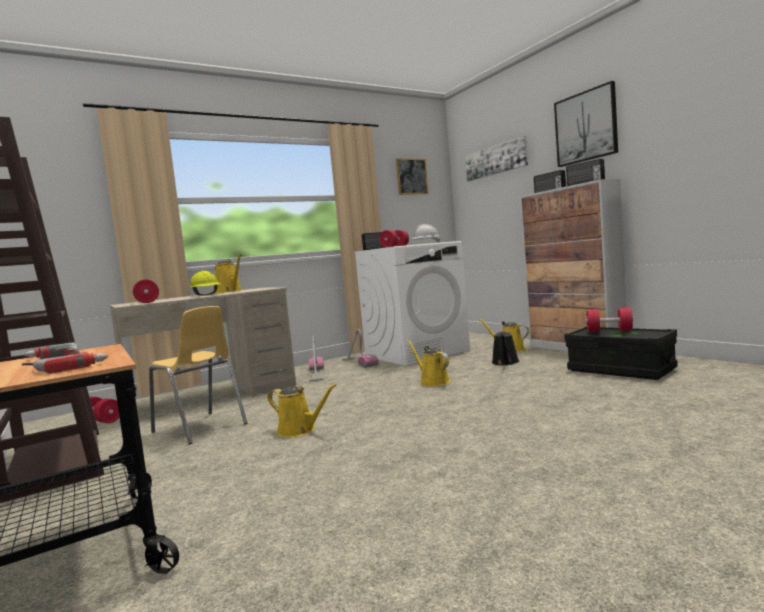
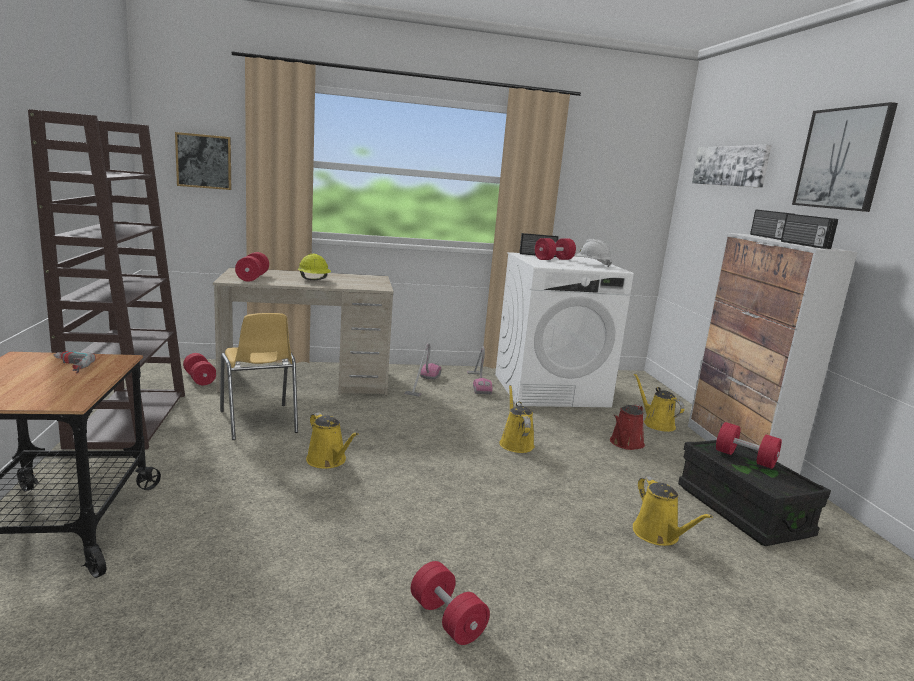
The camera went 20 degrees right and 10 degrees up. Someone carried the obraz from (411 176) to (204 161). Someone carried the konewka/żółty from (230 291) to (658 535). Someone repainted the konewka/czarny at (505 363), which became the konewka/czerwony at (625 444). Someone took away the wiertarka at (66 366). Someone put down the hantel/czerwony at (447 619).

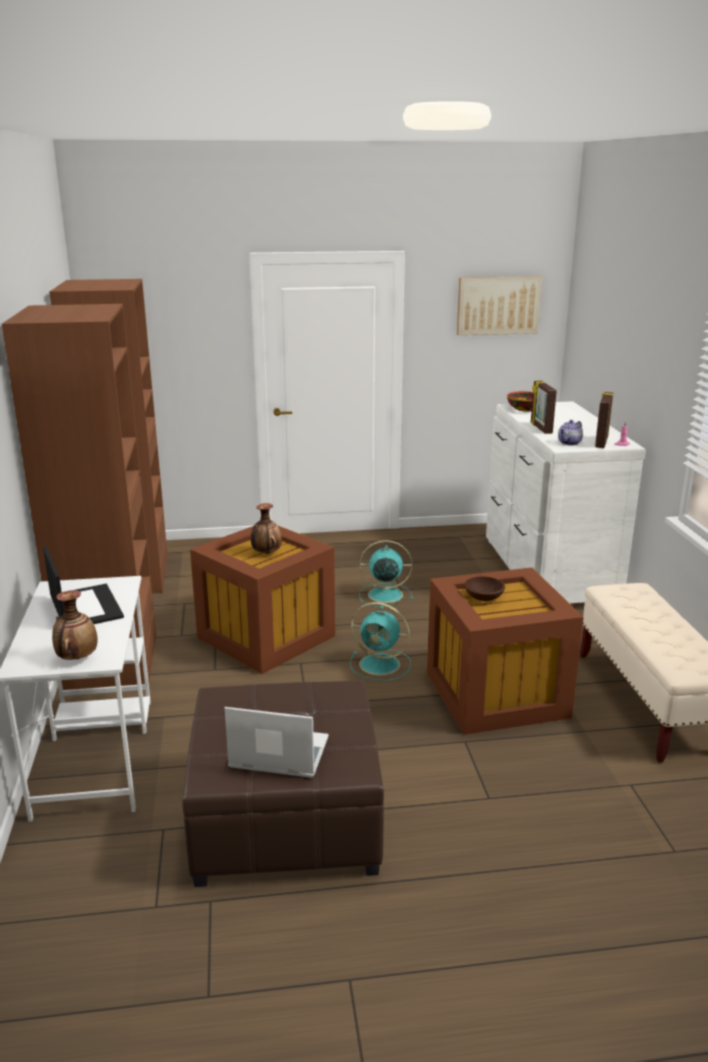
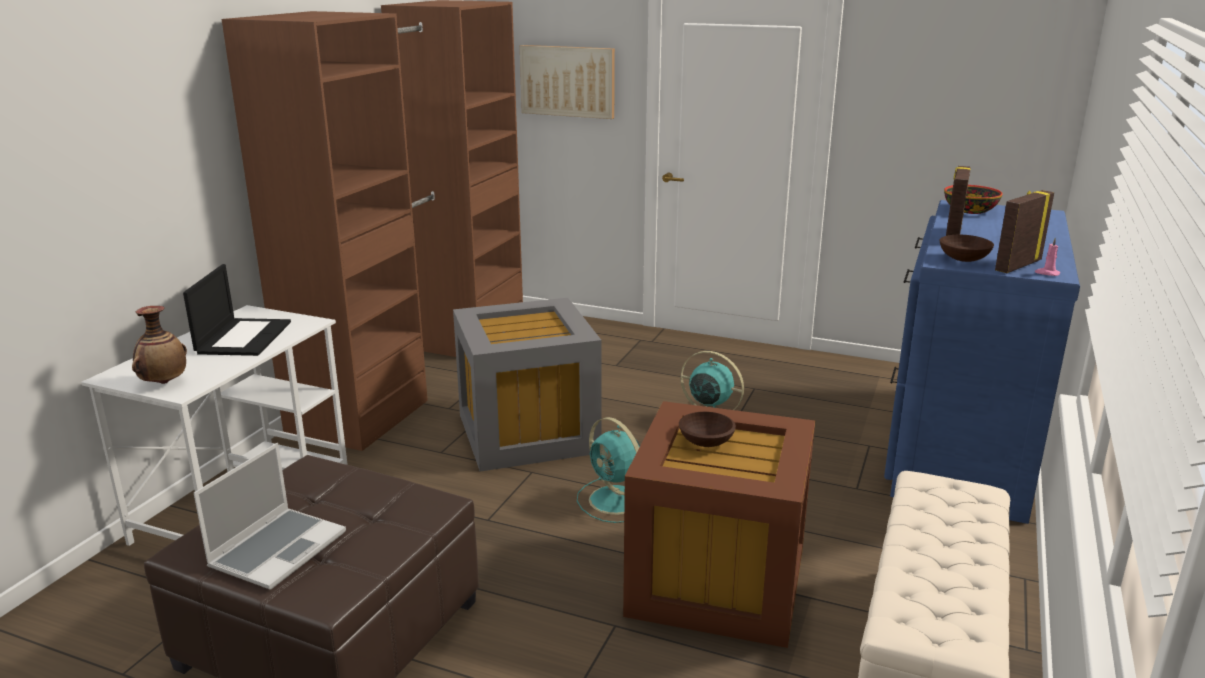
The camera went 30 degrees right and 0 degrees up. Someone carried the obraz from (498 305) to (568 81). Someone repainted the komoda/biały at (547 571), which became the komoda/niebieski at (958 448). Someone swapped the imbryk at (569 443) for the miska/brązowy at (964 259). Someone took away the wazon at (266 553). Someone repainted the pojemnik do przechowywania/brązowy at (268 637), which became the pojemnik do przechowywania/szary at (530 434). Someone rotated the laptop at (277 754) by 75 degrees clockwise.

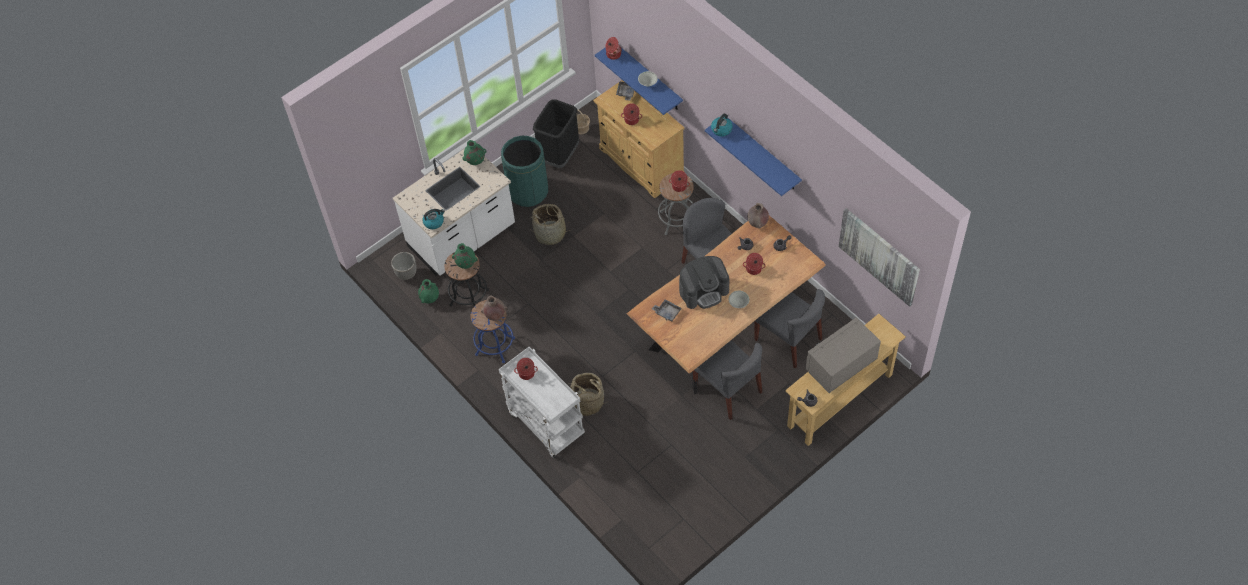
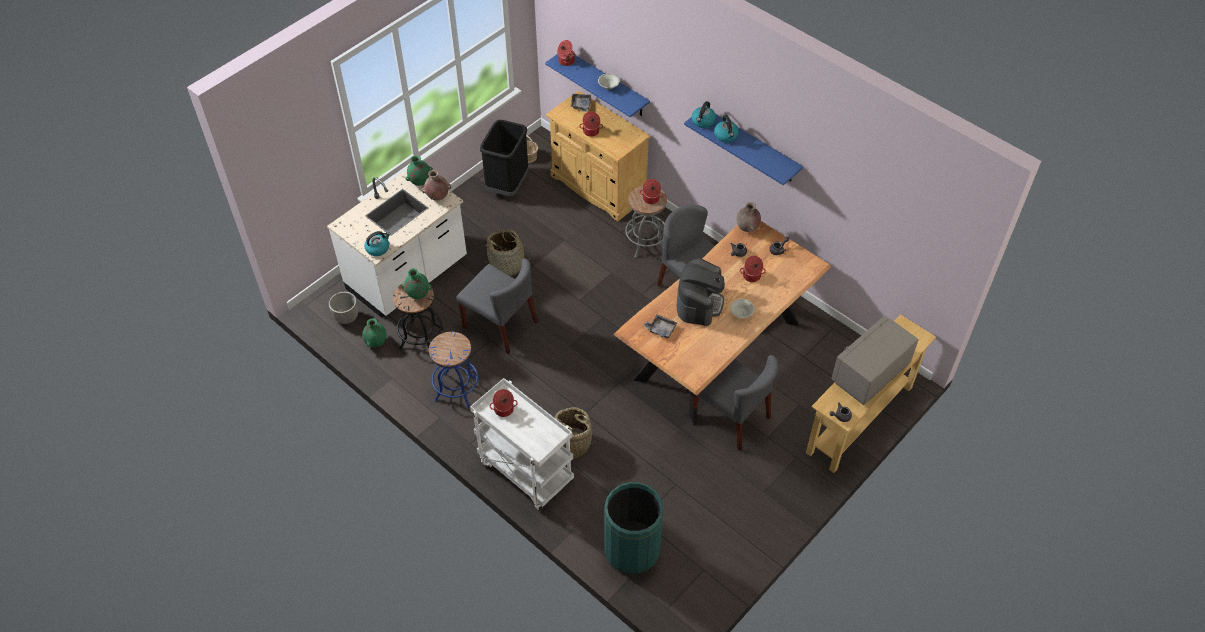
The camera went 10 degrees left and 5 degrees down. Someone carried the kosz na śmieci/zielony from (528 191) to (632 550). Someone took away the obraz at (879 256). Someone rotated the ekspres do kawy at (704 290) by 45 degrees counterclockwise. Someone carried the krzesło/szary from (788 339) to (501 325). Someone carried the wazon/brązowy from (495 316) to (437 197). Someone put down the czajnik at (726 136).

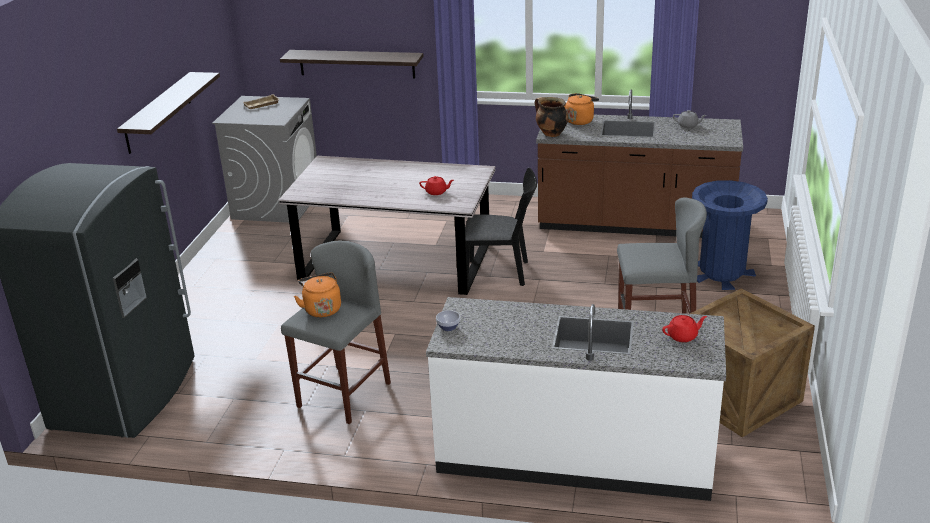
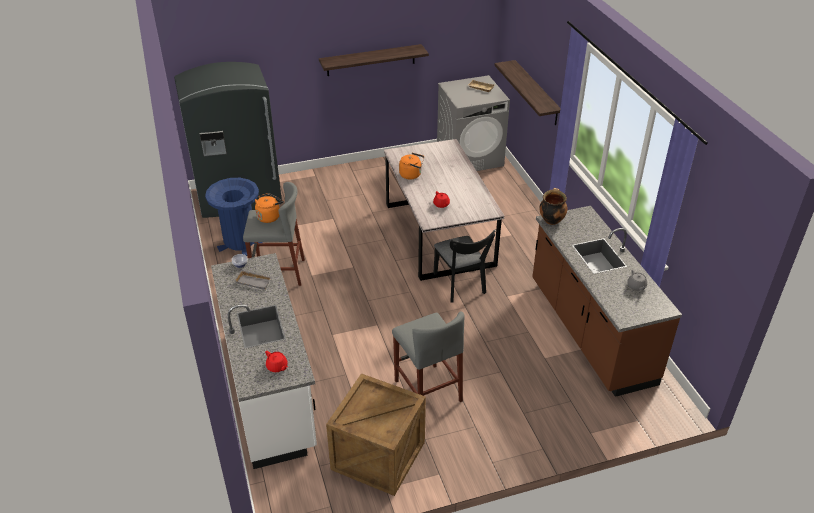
The camera went 60 degrees right and 10 degrees up. Someone carried the czajnik/pomarańczowy from (580 120) to (412 175). Someone carried the kosz na śmieci/niebieski from (722 273) to (240 242). Someone put down the taca/szary at (254 281).

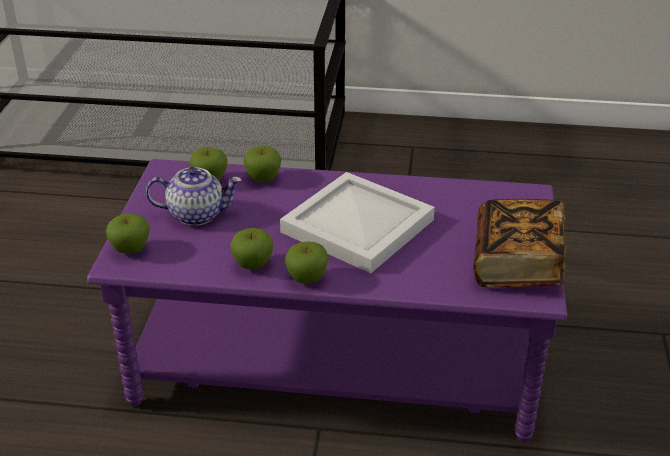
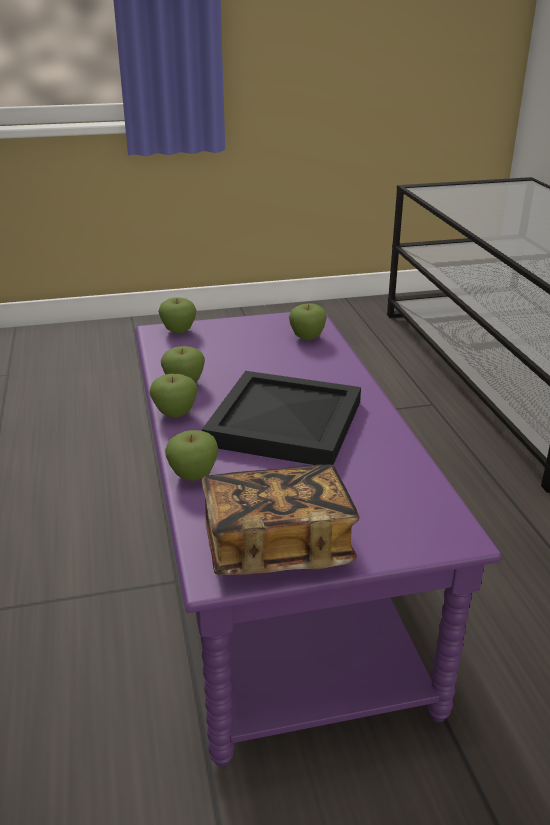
The camera went 70 degrees right and 5 degrees down. Someone carried the jabłko from (263 179) to (193 475). Someone took away the imbryk at (197 214). Someone repainted the taca/biały at (355 226), which became the taca/czarny at (283 421).

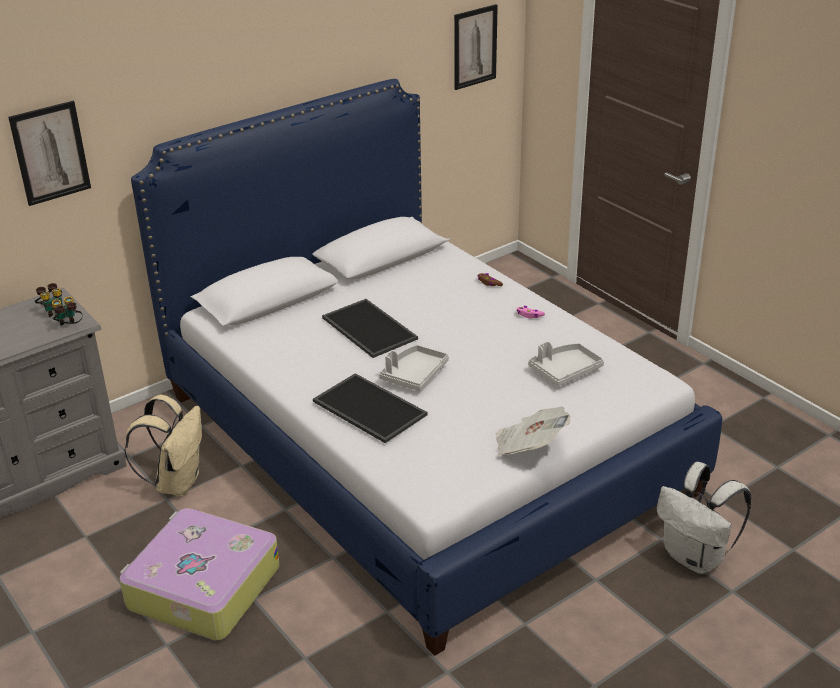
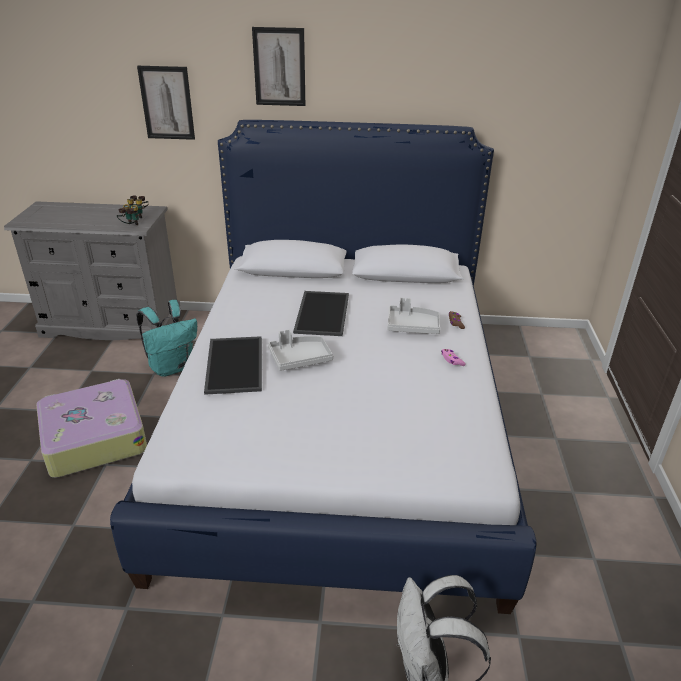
The camera went 40 degrees right and 0 degrees up. Someone carried the obraz from (475 47) to (279 67). Someone carried the taca/szary from (564 371) to (412 326). Someone repainted the plecak/beżowy at (177 482), which became the plecak/turkusowy at (172 367). Someone took away the gazeta at (529 446).

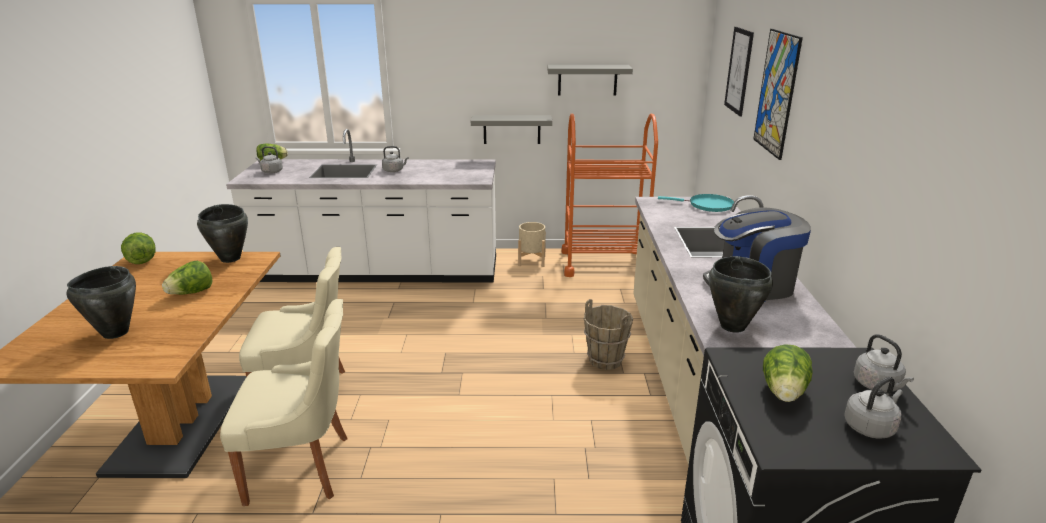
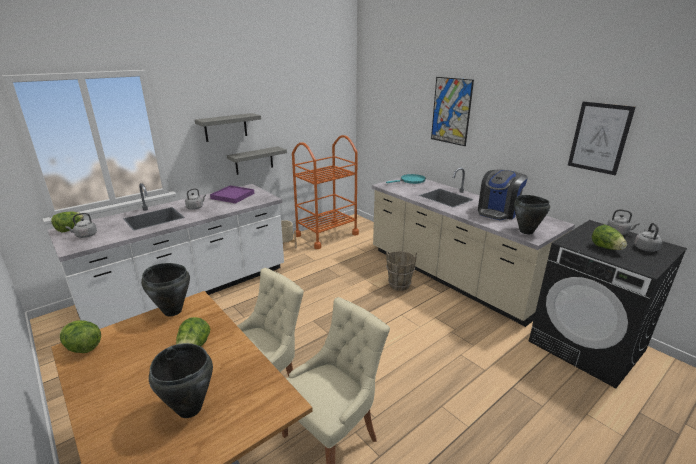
The camera went 40 degrees left and 0 degrees up. Someone carried the obraz from (739 70) to (599 138). Someone carried the półka/szary from (587 80) to (225 127). Someone put down the taca/fioletowy at (232 196).

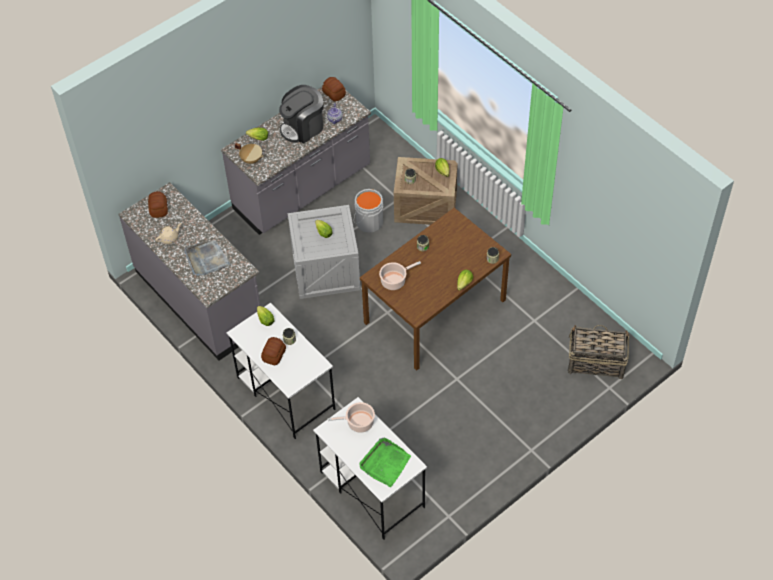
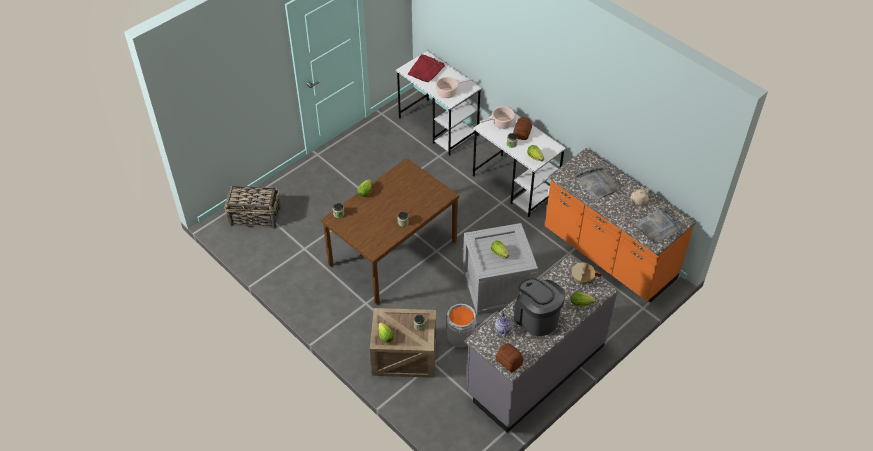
The camera went 175 degrees right and 5 degrees down. Someone rotated the ekspres do kawy at (303 127) by 90 degrees counterclockwise. Someone repainted the zabudowa kuchenna/szary at (200 299), which became the zabudowa kuchenna/pomarańczowy at (608 256). Someone swapped the chleb at (159 208) for the taca/szary at (658 227). Someone carried the garnek from (395 281) to (501 123). Someone repainted the taca/zielony at (385 463), which became the taca/czerwony at (426 70).

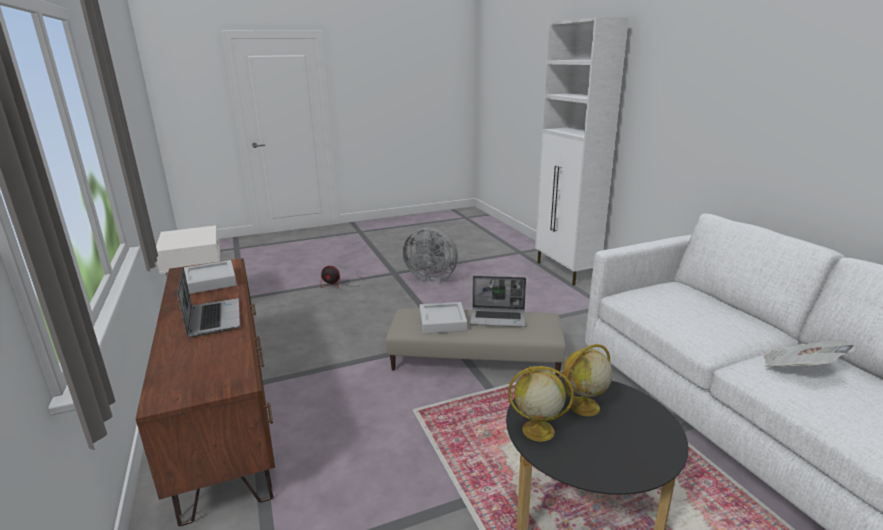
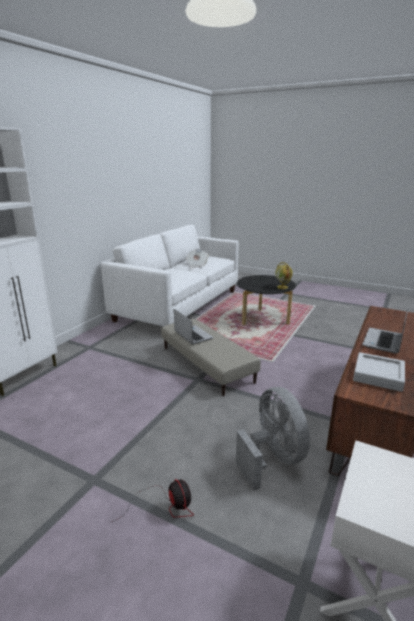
The camera went 130 degrees left and 0 degrees up. Someone carried the wentylator/szary from (431 277) to (272 458). Someone took away the taca/szary at (442 322). Someone took away the globus at (584 407).

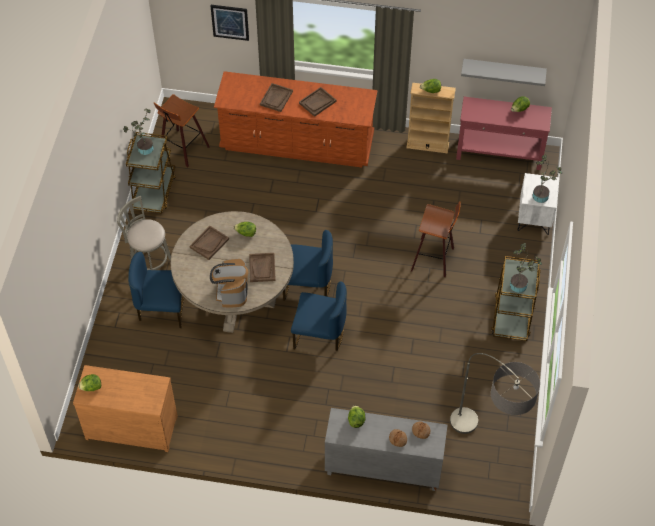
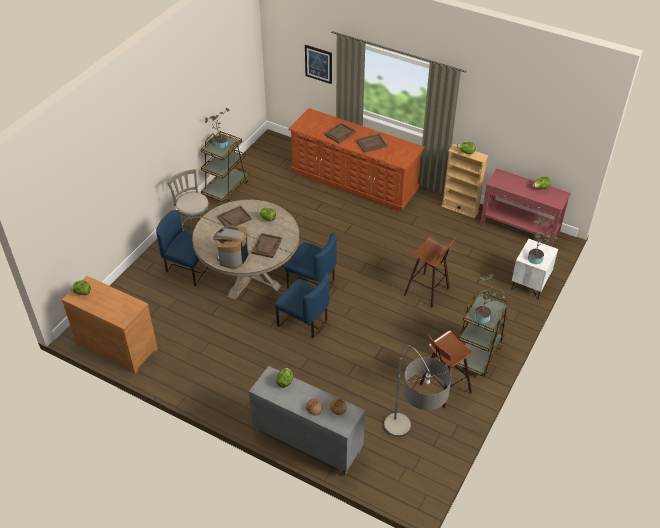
The camera went 20 degrees right and 10 degrees down. Someone took away the półka/szary at (503 70). Someone carried the stołek from (182 150) to (443 388).

